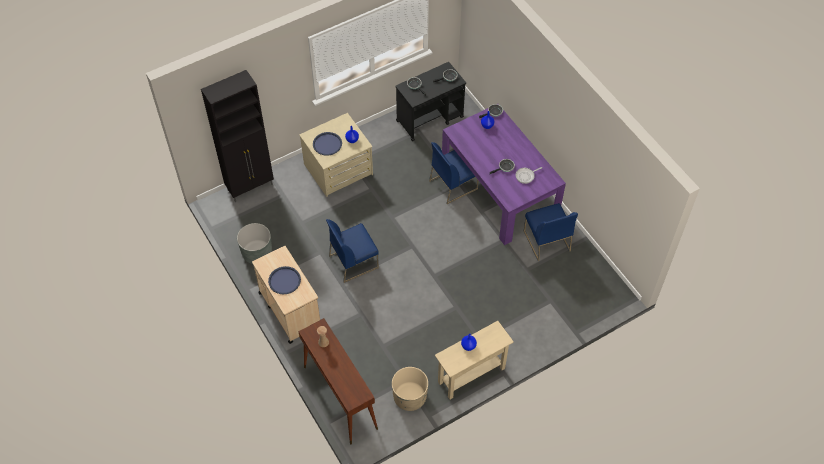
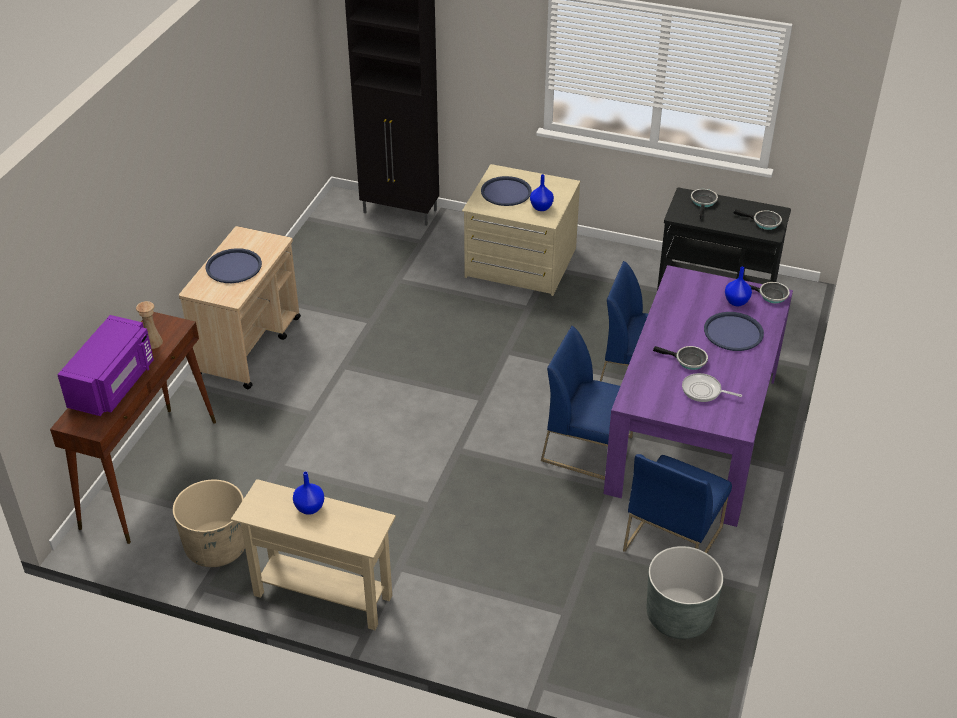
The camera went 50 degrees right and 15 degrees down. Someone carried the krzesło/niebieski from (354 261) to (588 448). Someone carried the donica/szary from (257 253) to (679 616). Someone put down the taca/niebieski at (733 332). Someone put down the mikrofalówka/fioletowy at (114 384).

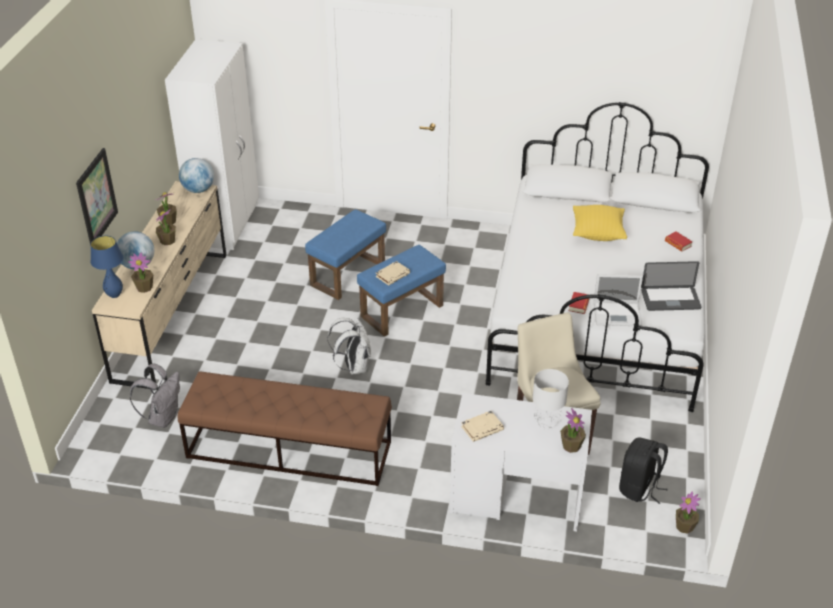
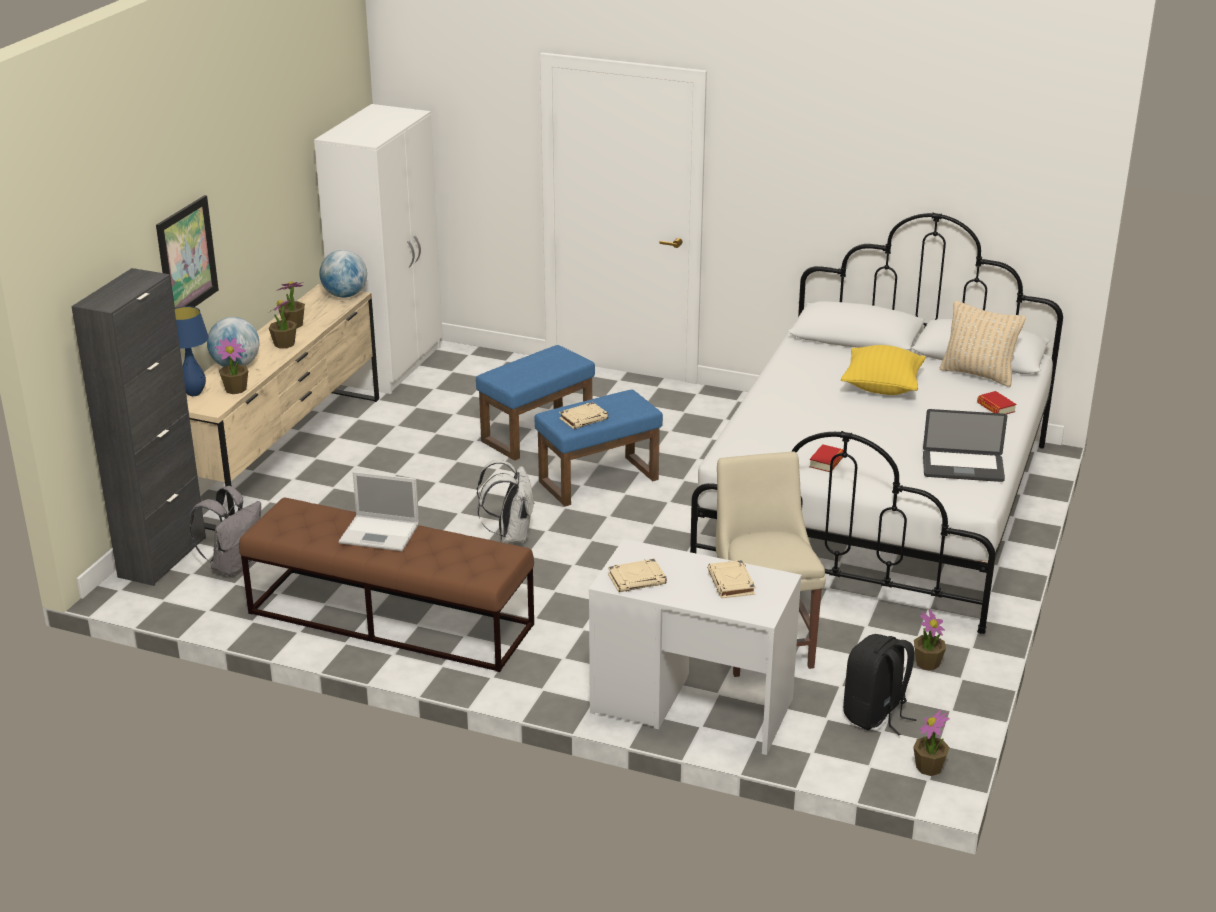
The camera went 10 degrees right and 10 degrees down. Someone carried the laptop from (618 314) to (381 533). Someone swapped the lampa stołowa/szary at (547 423) for the książka/beżowy at (731 583). Someone carried the roślina doniczkowa from (571 446) to (927 663). Someone put down the szafka/czarny at (162 557). Someone put down the poduszka/beżowy at (978 374).

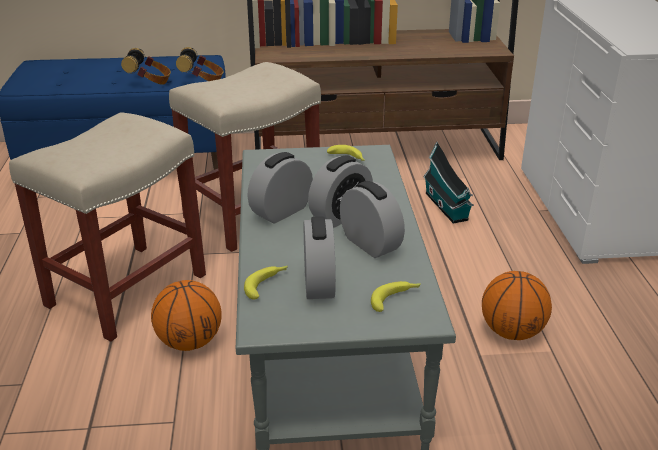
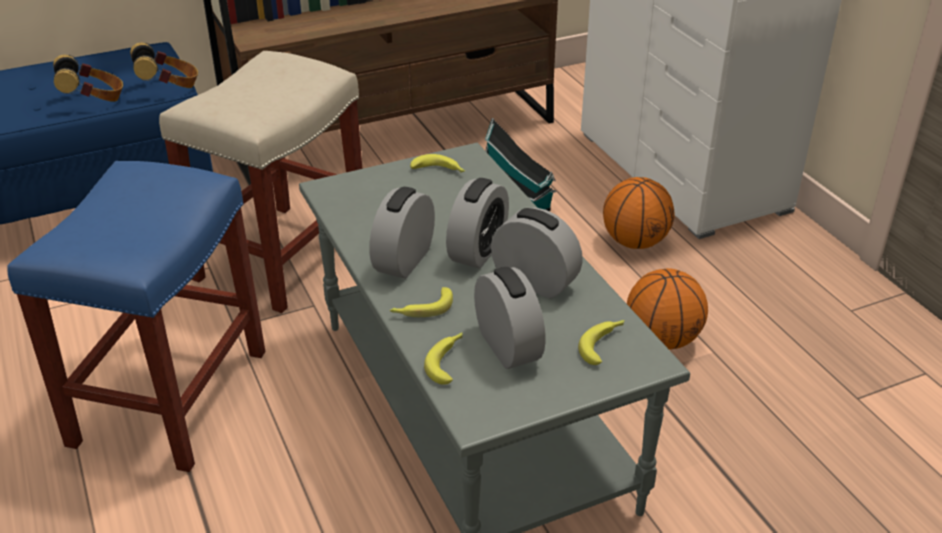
The camera went 20 degrees left and 5 degrees up. Someone repainted the stołek/beżowy at (128 288), which became the stołek/niebieski at (171 395). Someone carried the piłka do koszykówki from (189 342) to (635 242). Someone put down the banan at (422 309).

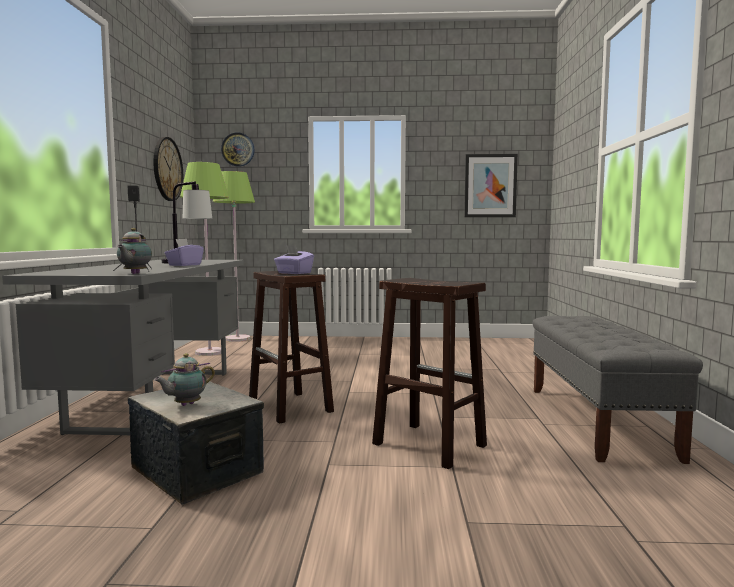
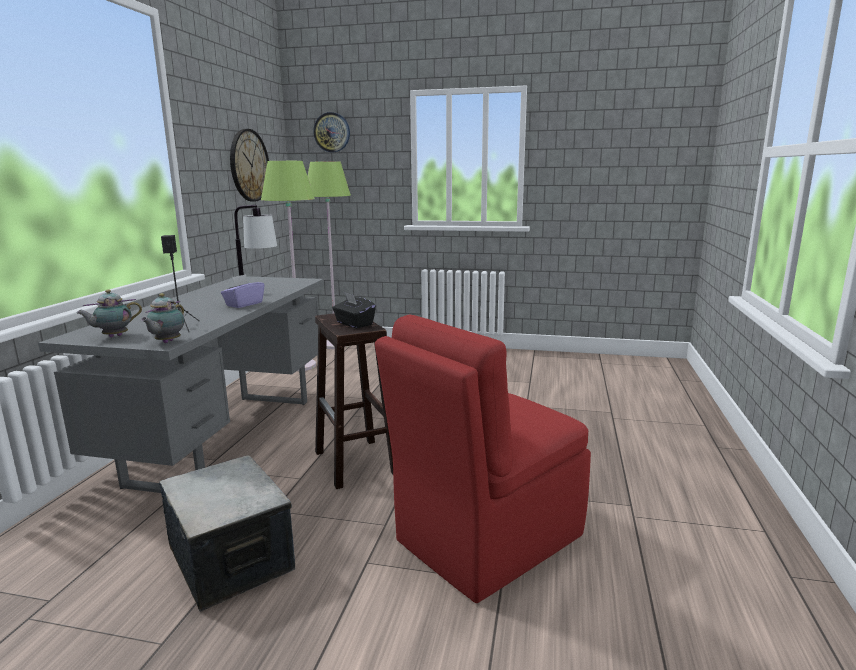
The camera went 10 degrees right and 10 degrees up. Someone took away the obraz at (490 186). Someone repainted the pudełko chusteczek/fioletowy at (294 273), which became the pudełko chusteczek/czarny at (354 324). Someone swapped the stołek/brązowy at (427 444) for the krzesło/czerwony at (485 540). Someone took away the ławka/szary at (597 421). Someone carried the imbryk from (185 405) to (113 336).

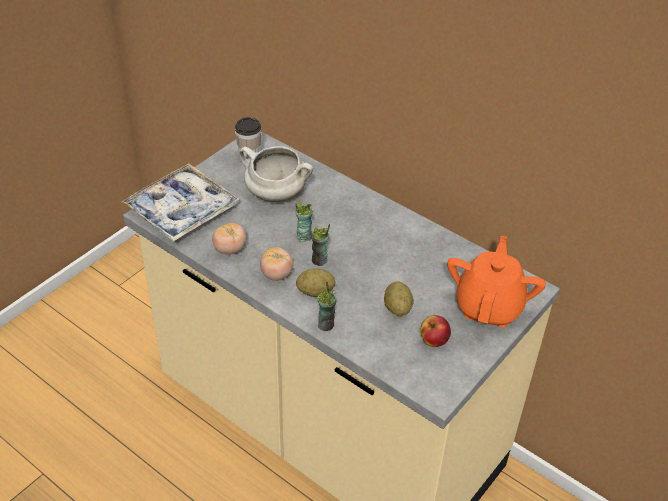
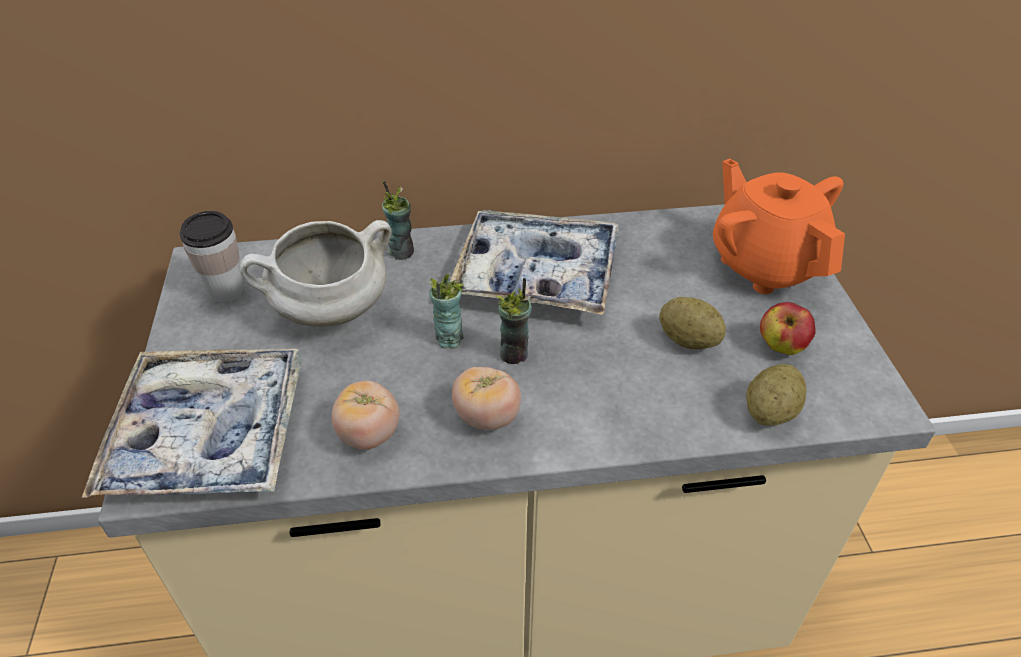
The camera went 45 degrees left and 0 degrees up. Someone carried the ziemniak from (315 292) to (770 412). Someone carried the filiżanka from (326 324) to (401 251). Someone put down the taca at (536 274).

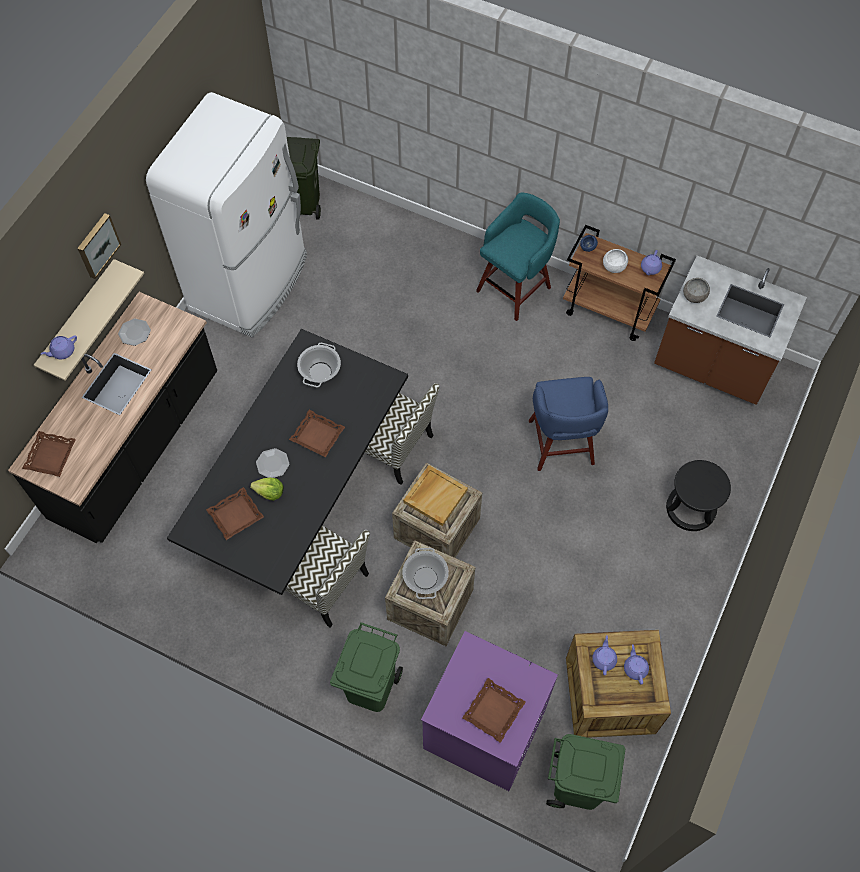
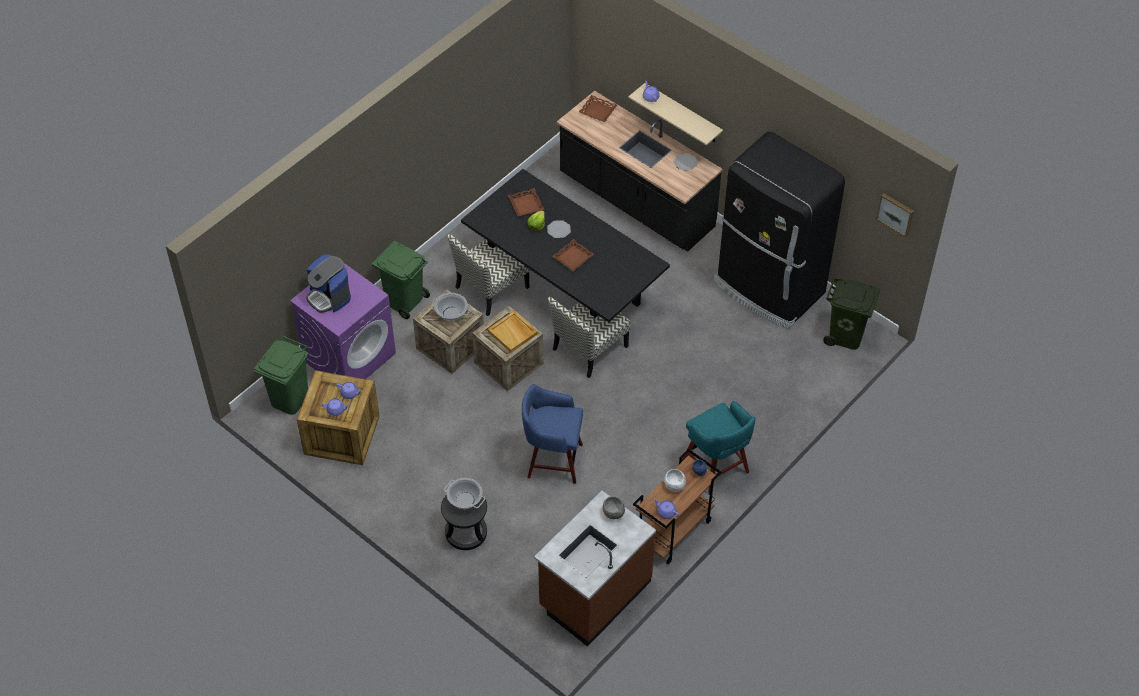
The camera went 105 degrees right and 10 degrees down. Someone repainted the lodówka/biały at (250 282), which became the lodówka/czarny at (769 288). Someone carried the obraz from (97 245) to (896 214). Someone carried the garnek from (320 372) to (465 500). Someone swapped the taca/brązowy at (493 711) for the ekspres do kawy at (329 297).

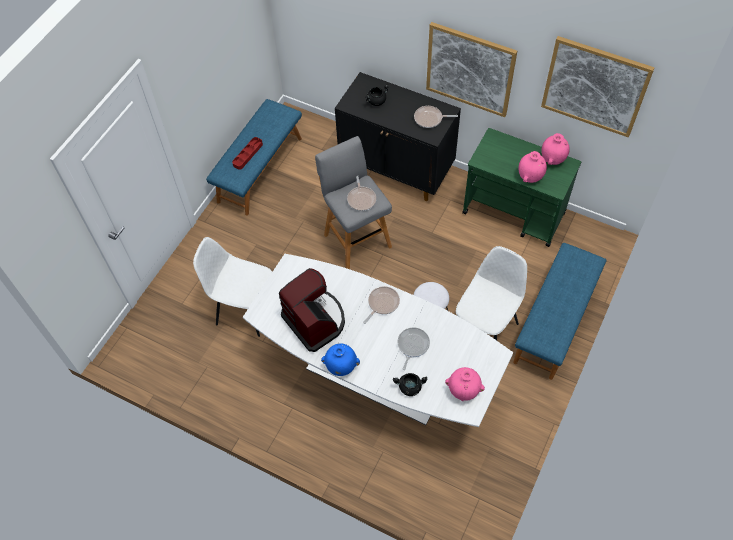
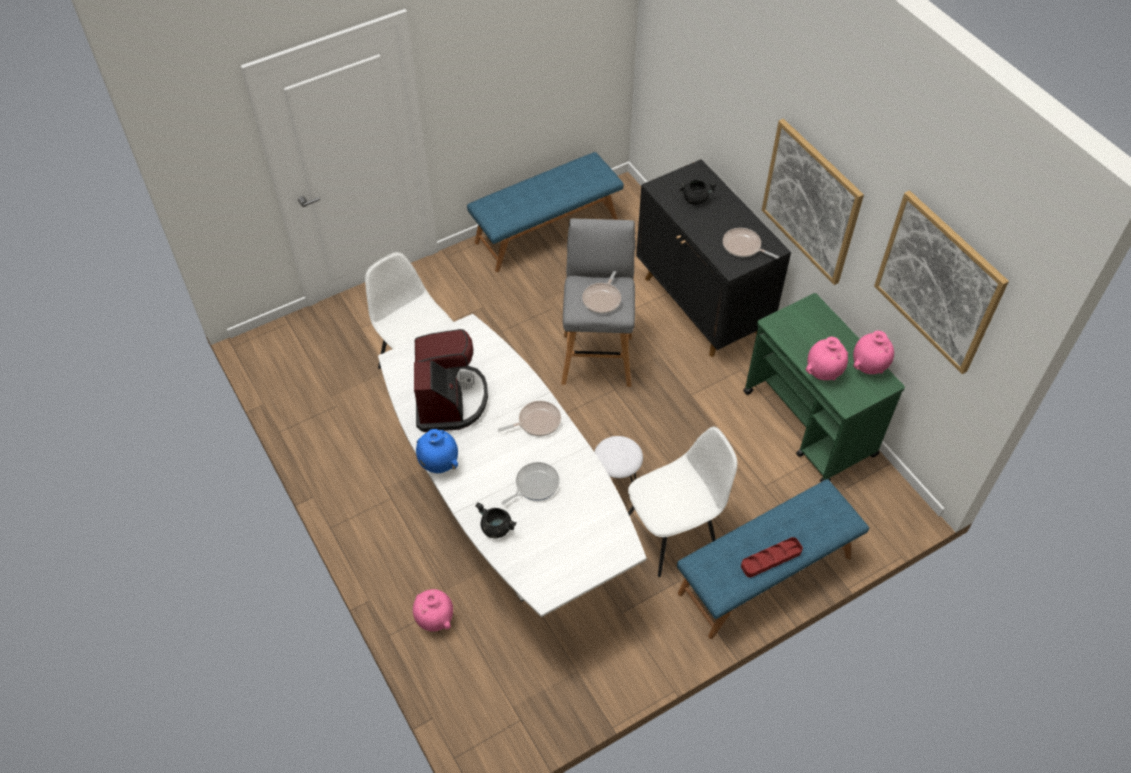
The camera went 30 degrees right and 5 degrees down. Someone carried the taca/czerwony from (248 154) to (771 559). Someone carried the wazon/różowy from (464 391) to (435 620).

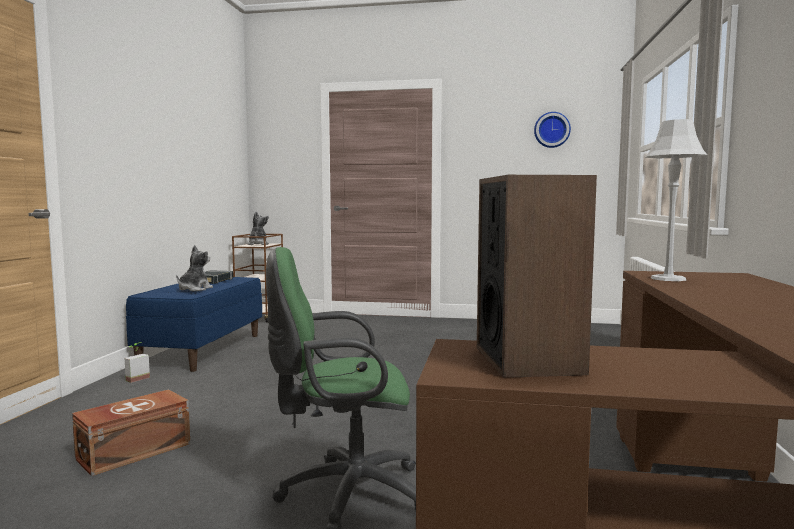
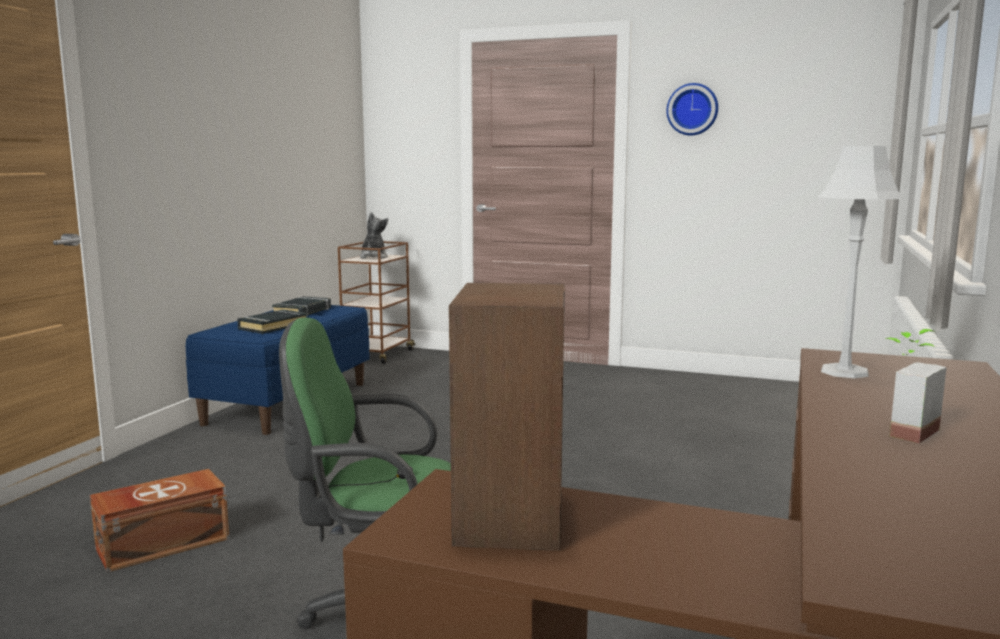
The camera went 10 degrees right and 5 degrees up. Someone carried the zegar ścienny from (551 130) to (692 109). Someone swapped the pluszak at (194 289) for the książka/czarny at (272 326). Someone carried the roślina doniczkowa from (135 378) to (902 430).

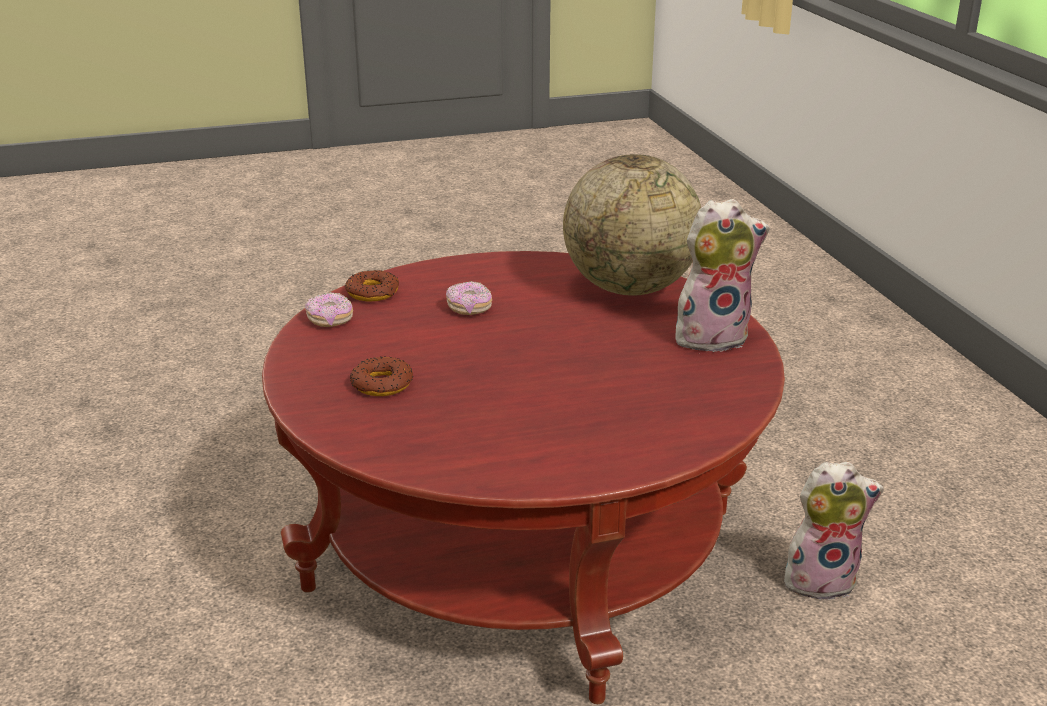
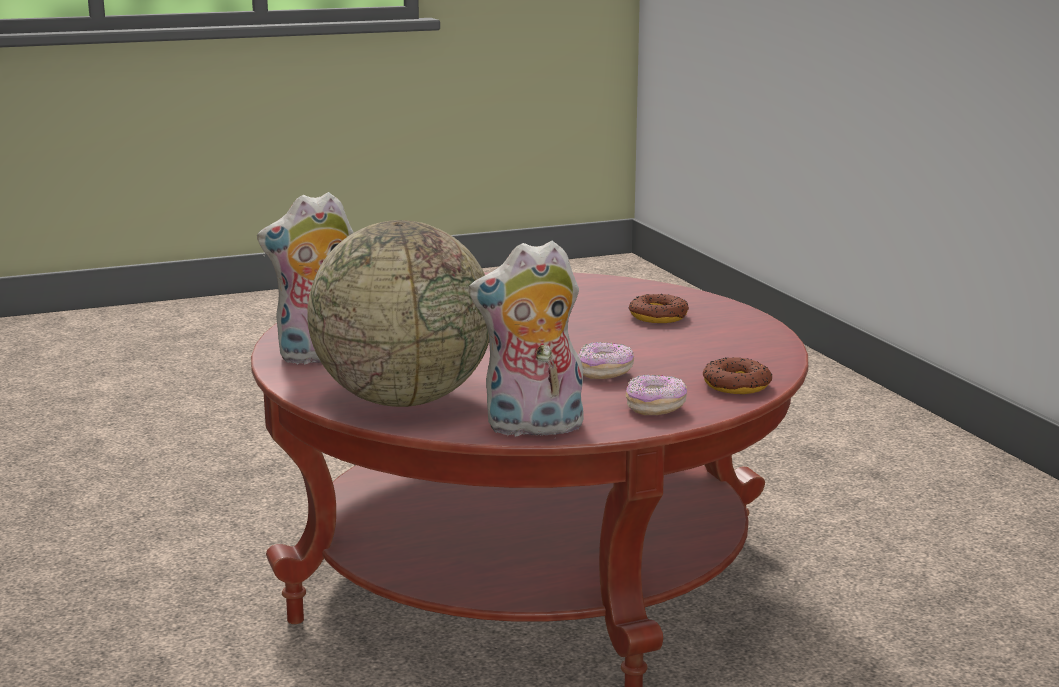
The camera went 175 degrees right and 10 degrees down. Someone carried the donut from (330 320) to (655 408). Someone carried the pluszak from (821 579) to (532 428).

